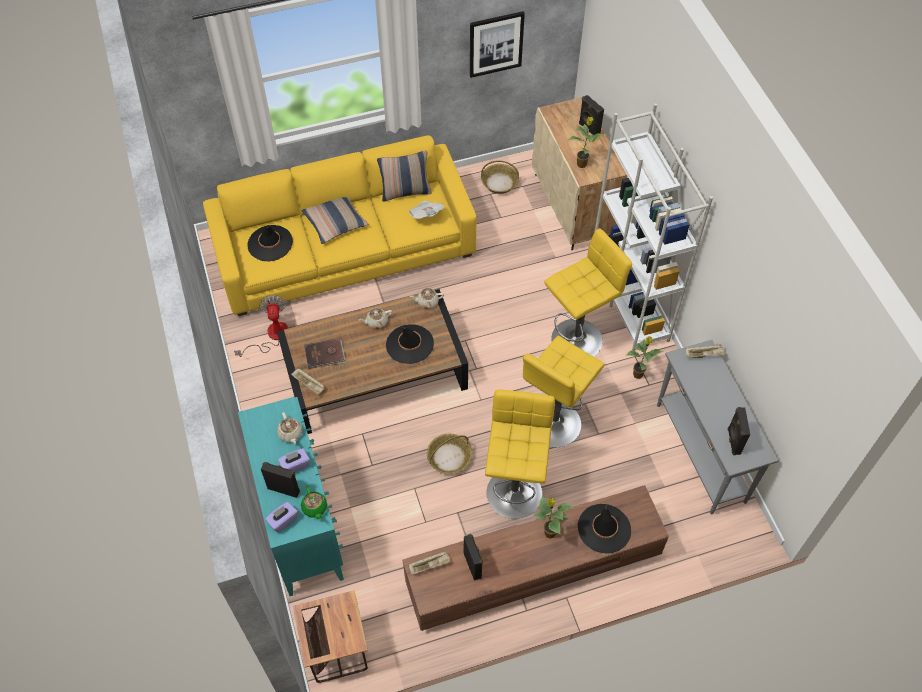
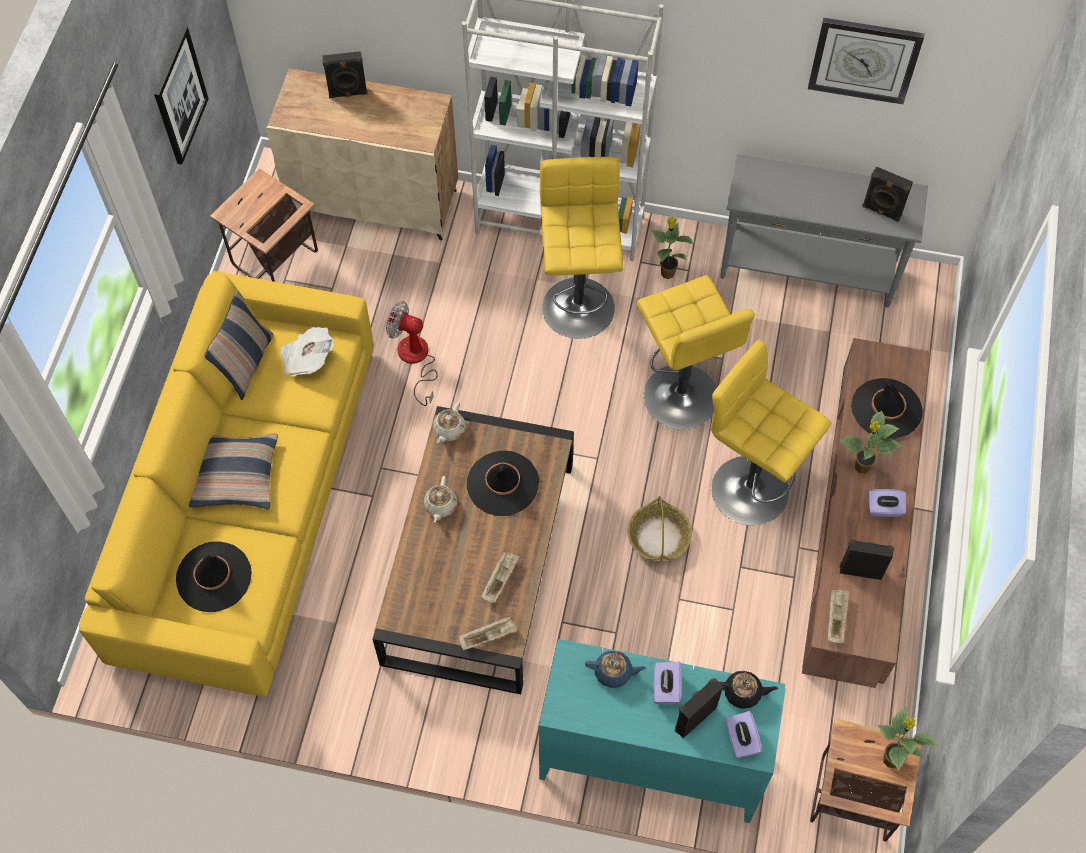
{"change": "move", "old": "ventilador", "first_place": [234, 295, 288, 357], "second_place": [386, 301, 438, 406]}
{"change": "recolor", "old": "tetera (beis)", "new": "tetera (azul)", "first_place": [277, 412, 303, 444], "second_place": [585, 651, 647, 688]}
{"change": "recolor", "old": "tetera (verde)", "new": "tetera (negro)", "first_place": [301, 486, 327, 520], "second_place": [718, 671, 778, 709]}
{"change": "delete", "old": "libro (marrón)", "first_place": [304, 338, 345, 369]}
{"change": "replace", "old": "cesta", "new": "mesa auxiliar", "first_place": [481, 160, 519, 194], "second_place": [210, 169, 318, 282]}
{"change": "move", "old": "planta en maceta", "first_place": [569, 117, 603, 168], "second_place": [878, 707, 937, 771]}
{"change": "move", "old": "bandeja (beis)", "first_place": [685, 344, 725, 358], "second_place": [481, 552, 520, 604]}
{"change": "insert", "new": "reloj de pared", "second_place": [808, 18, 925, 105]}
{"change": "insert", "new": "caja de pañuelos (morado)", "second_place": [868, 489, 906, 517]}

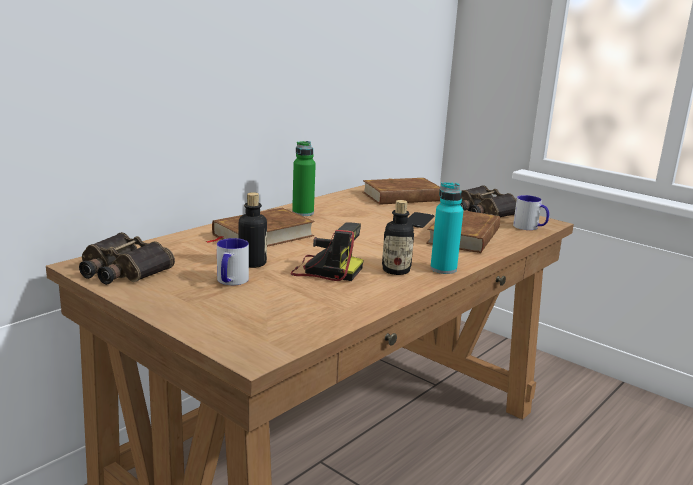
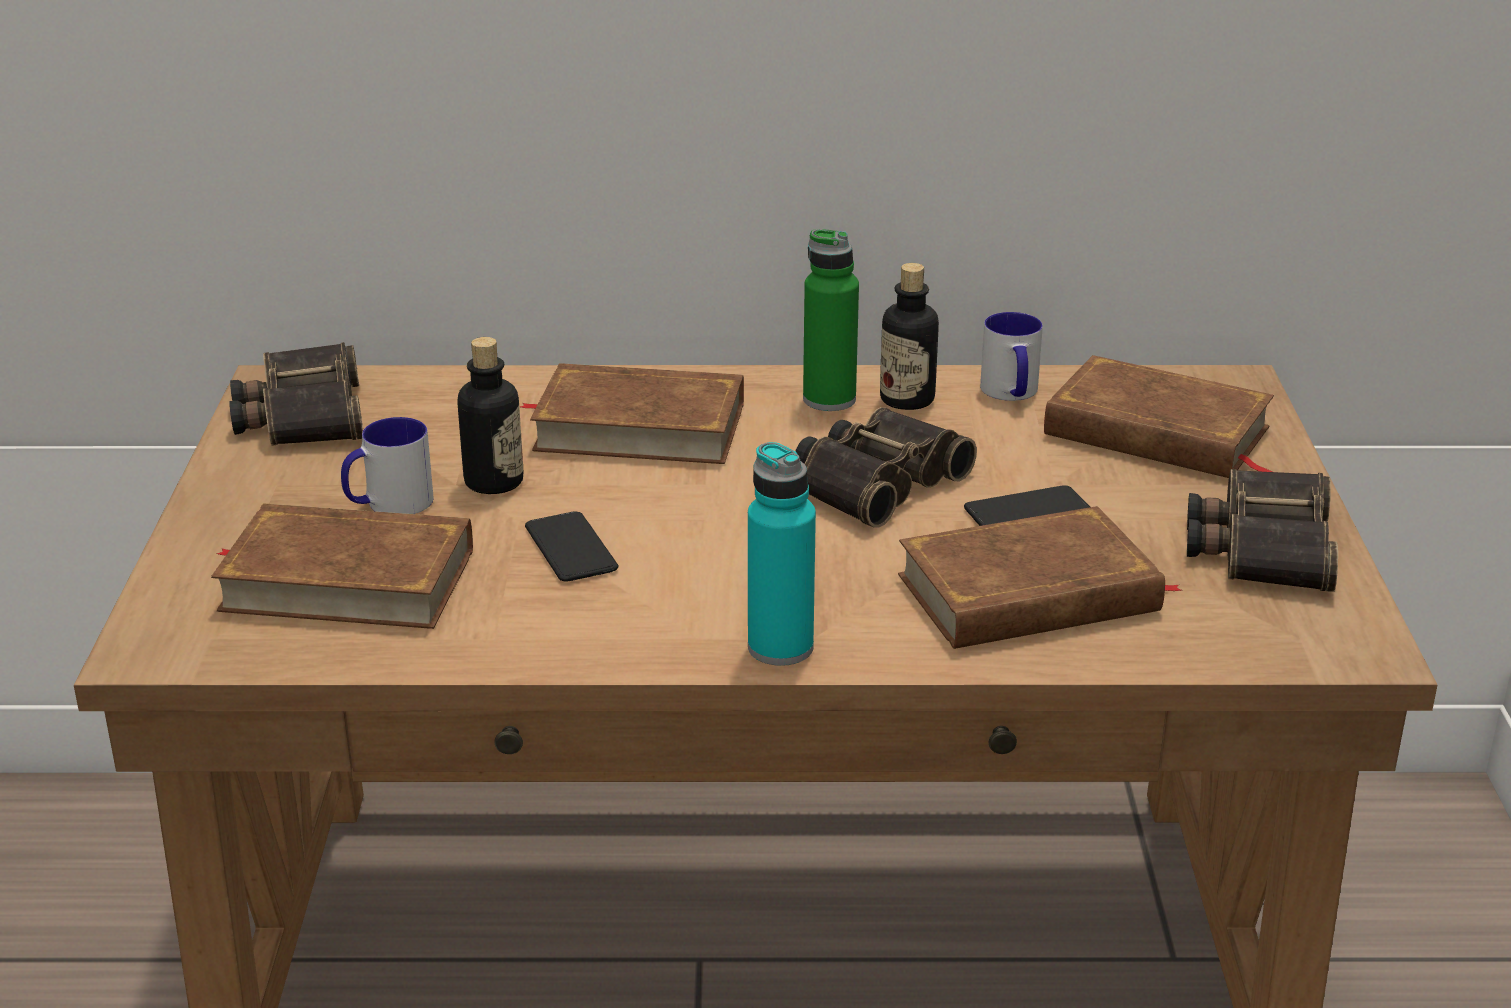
{"change": "replace", "old": "cámara", "new": "móvil", "first_place": [291, 222, 364, 281], "second_place": [525, 512, 618, 581]}
{"change": "move", "old": "botella", "first_place": [382, 200, 414, 275], "second_place": [880, 263, 939, 410]}
{"change": "move", "old": "taza grande", "first_place": [513, 195, 549, 230], "second_place": [980, 312, 1043, 401]}
{"change": "insert", "new": "libro (marrón)", "second_place": [211, 504, 473, 629]}
{"change": "insert", "new": "prismáticos", "second_place": [795, 407, 977, 528]}

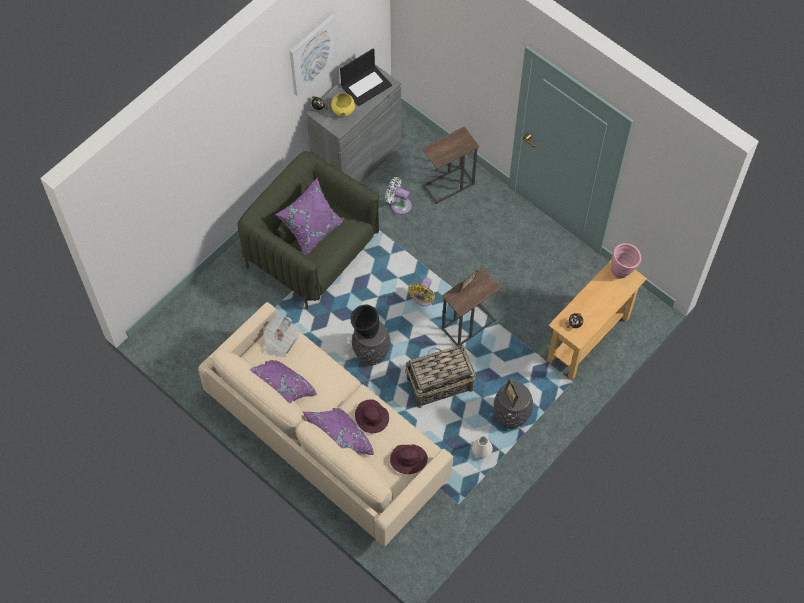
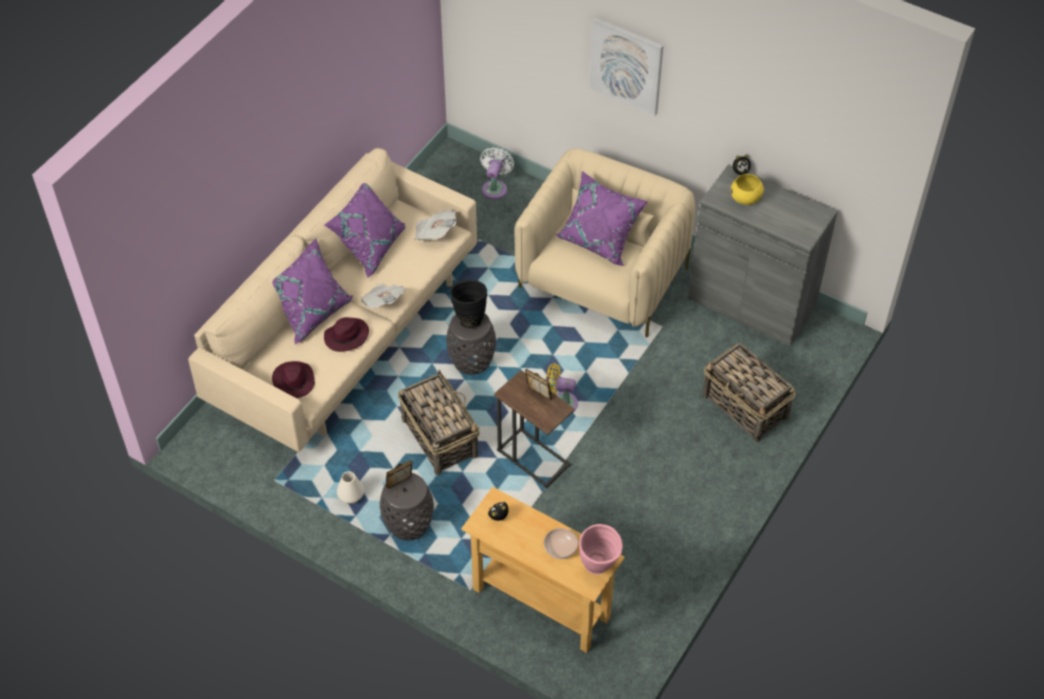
{"change": "recolor", "old": "sillón (verde)", "new": "sillón (beis)", "first_place": [238, 151, 379, 309], "second_place": [515, 148, 695, 337]}
{"change": "move", "old": "cuadro", "first_place": [290, 14, 338, 96], "second_place": [590, 17, 664, 116]}
{"change": "delete", "old": "portátil", "first_place": [340, 48, 392, 106]}
{"change": "move", "old": "ventilador (blanco)", "first_place": [385, 177, 412, 215], "second_place": [480, 147, 514, 199]}
{"change": "replace", "old": "mesa auxiliar (marrón)", "new": "cesta", "first_place": [422, 127, 479, 204], "second_place": [703, 343, 796, 442]}
{"change": "insert", "new": "periódico", "second_place": [359, 283, 405, 308]}
{"change": "insert", "new": "cuenco", "second_place": [544, 528, 578, 559]}

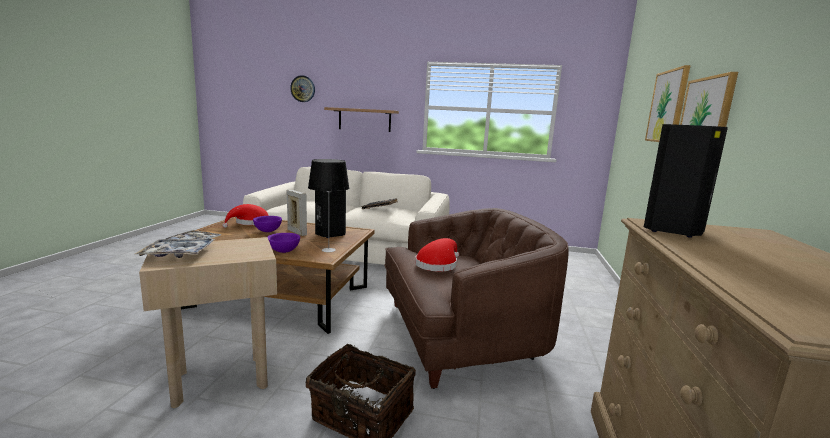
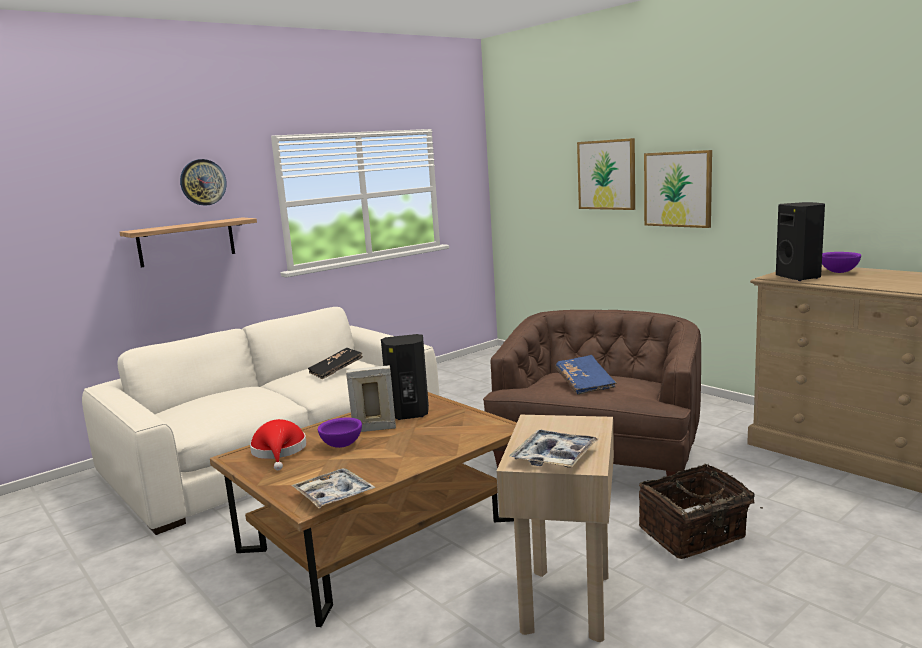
{"change": "move", "old": "cuenco (morado)", "first_place": [268, 233, 300, 253], "second_place": [822, 252, 861, 273]}
{"change": "move", "old": "reloj de pared", "first_place": [290, 75, 315, 102], "second_place": [180, 159, 227, 206]}
{"change": "delete", "old": "lámpara de mesa", "first_place": [308, 159, 349, 252]}
{"change": "replace", "old": "sombrero (rojo)", "new": "libro (azul)", "first_place": [415, 238, 459, 272], "second_place": [555, 355, 616, 395]}

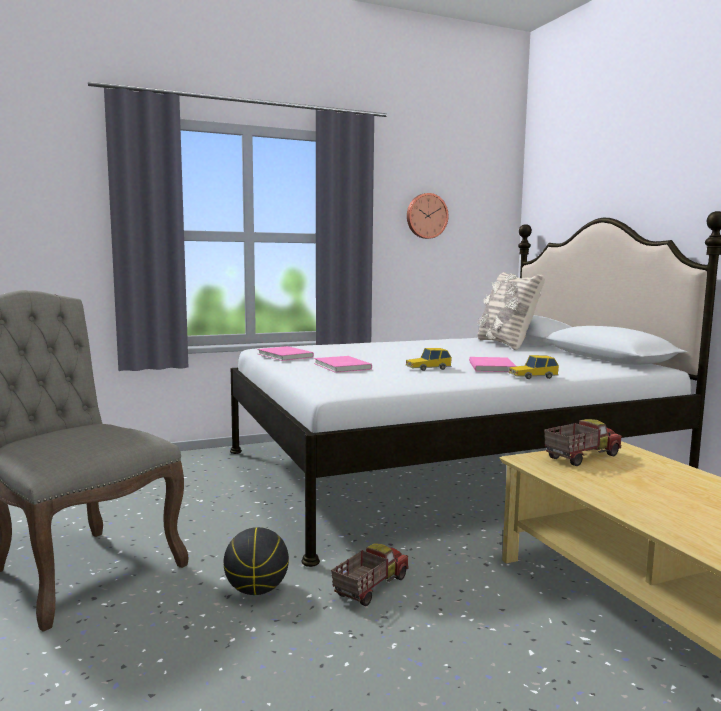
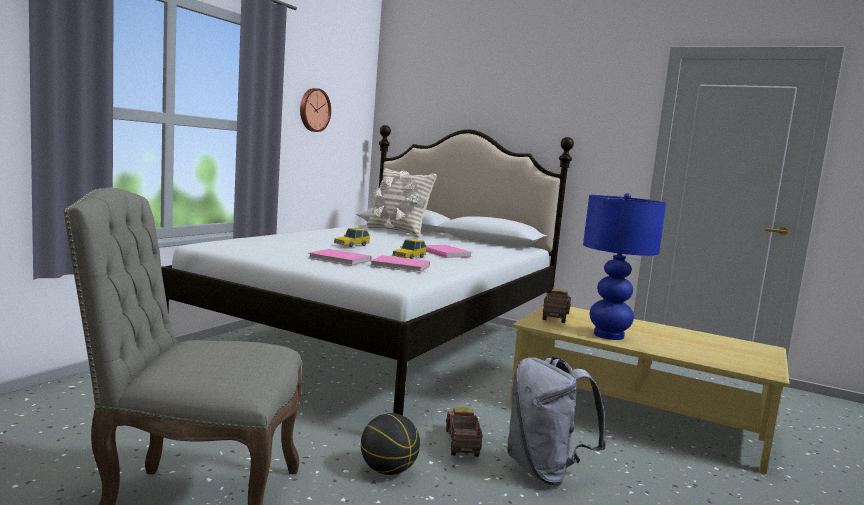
{"change": "move", "old": "libro (rosa)", "first_place": [257, 346, 314, 361], "second_place": [370, 255, 430, 273]}
{"change": "move", "old": "coche de juguete", "first_place": [509, 355, 559, 379], "second_place": [334, 228, 370, 247]}
{"change": "insert", "new": "mochila (gris)", "second_place": [507, 356, 606, 486]}
{"change": "insert", "new": "lámpara de mesa (azul)", "second_place": [583, 193, 666, 340]}

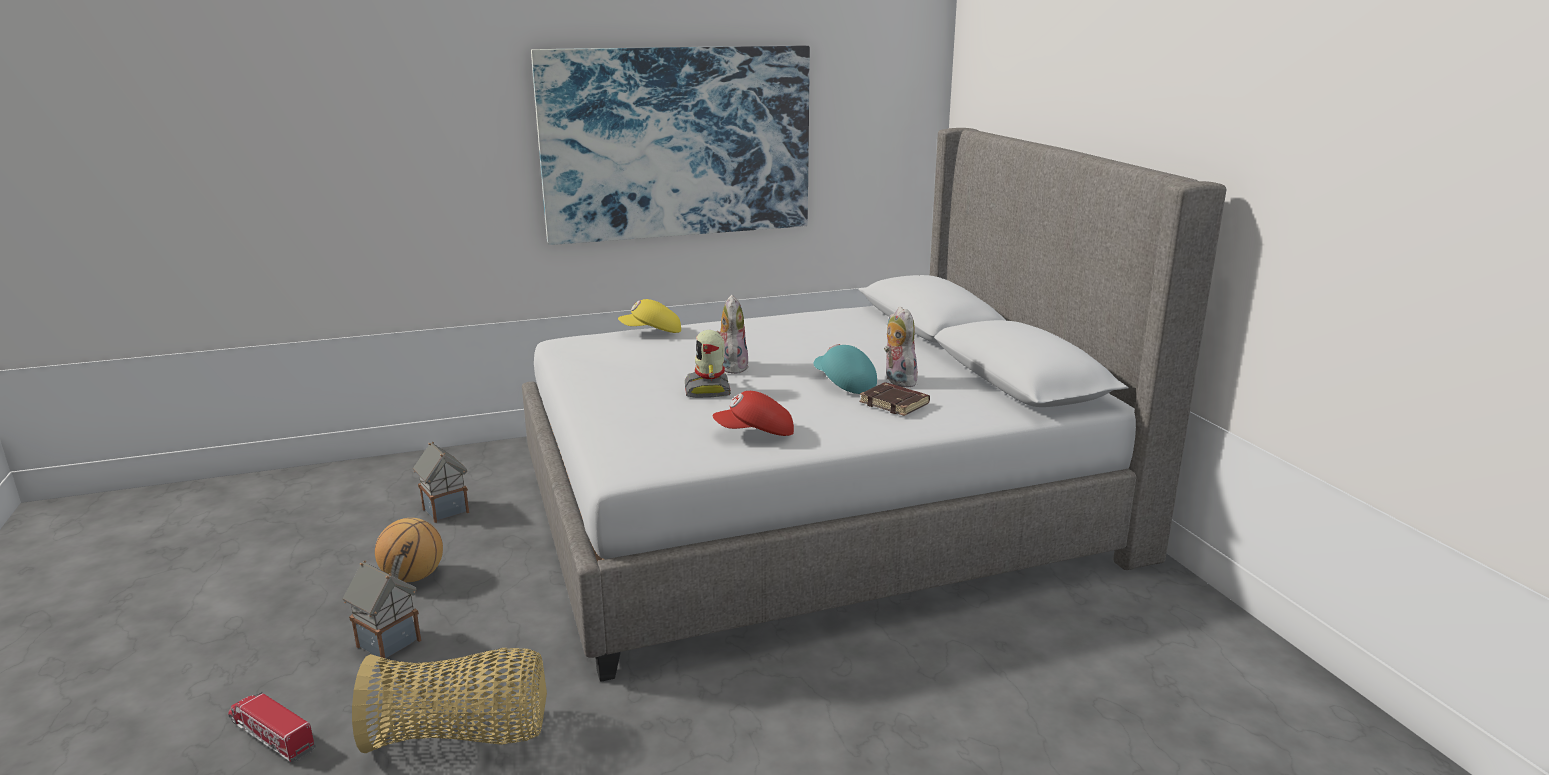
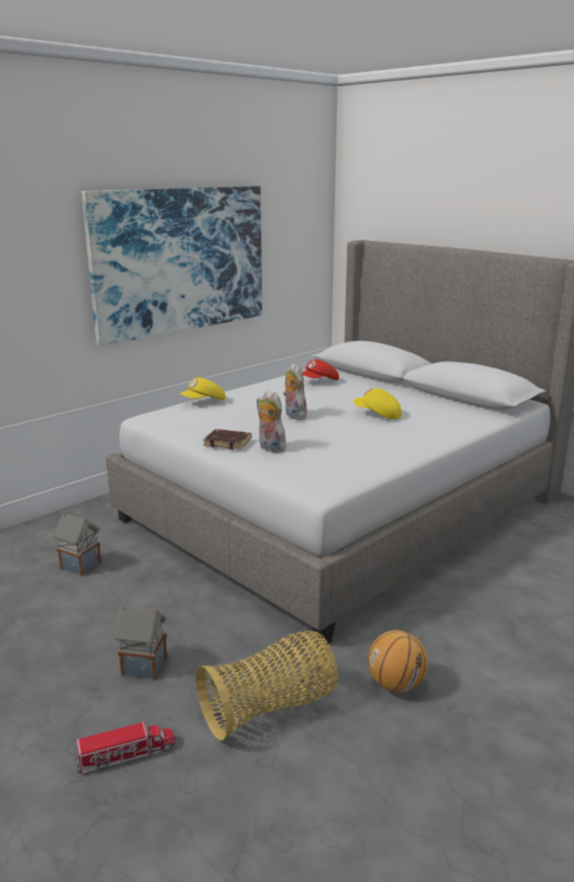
{"change": "rotate", "old": "camión de juguete", "first_place": [228, 691, 316, 762], "second_place": [75, 722, 175, 773], "degrees": 150}
{"change": "move", "old": "balón de baloncesto", "first_place": [375, 518, 443, 582], "second_place": [368, 630, 428, 692]}
{"change": "delete", "old": "robot de juguete", "first_place": [685, 330, 731, 398]}
{"change": "move", "old": "gorra (rojo)", "first_place": [713, 391, 794, 436], "second_place": [302, 359, 339, 380]}
{"change": "recolor", "old": "gorra (turquesa)", "new": "gorra (amarillo)", "first_place": [814, 344, 877, 394], "second_place": [353, 388, 401, 419]}
{"change": "move", "old": "libro (marrón)", "first_place": [859, 382, 930, 416], "second_place": [203, 429, 252, 450]}
{"change": "move", "old": "peluche", "first_place": [884, 307, 918, 387], "second_place": [256, 390, 286, 453]}

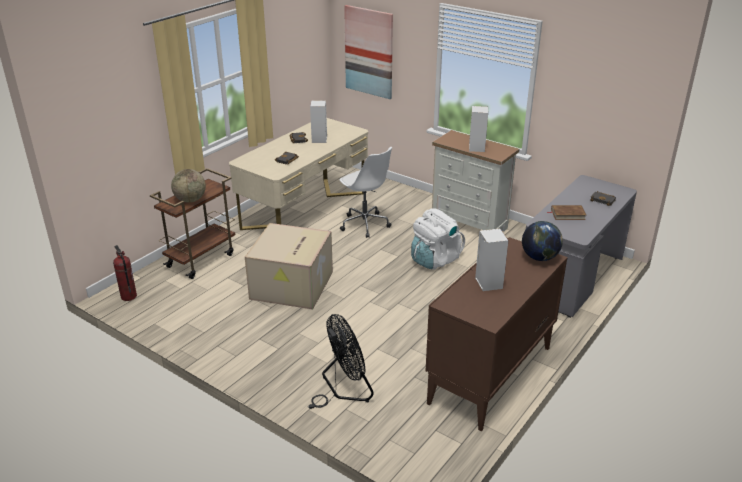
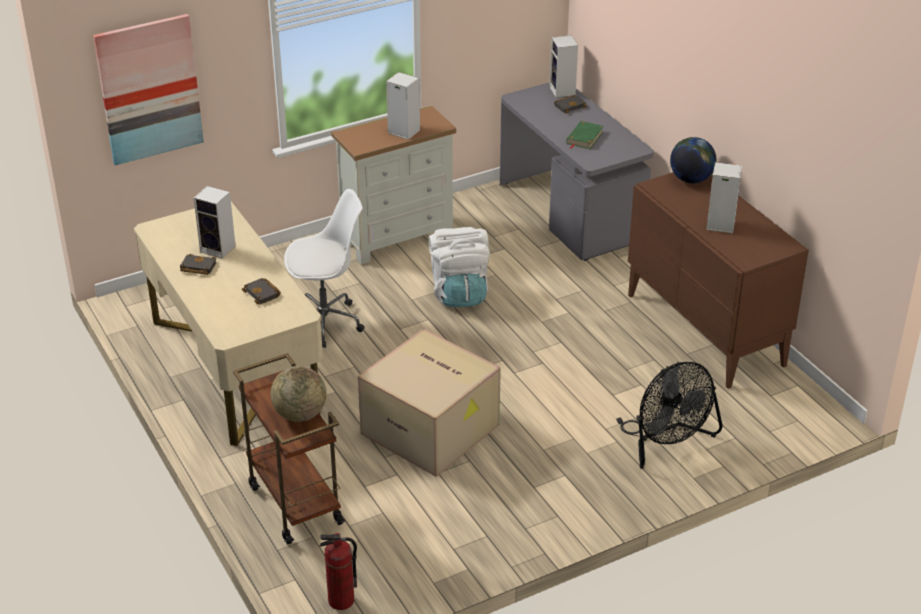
{"change": "rotate", "old": "ventilador (negro)", "first_place": [307, 314, 374, 409], "second_place": [616, 362, 723, 468], "degrees": 150}
{"change": "recolor", "old": "libro (marrón)", "new": "libro (verde)", "first_place": [547, 205, 586, 220], "second_place": [567, 121, 604, 149]}
{"change": "insert", "new": "altavoz", "second_place": [549, 35, 578, 97]}

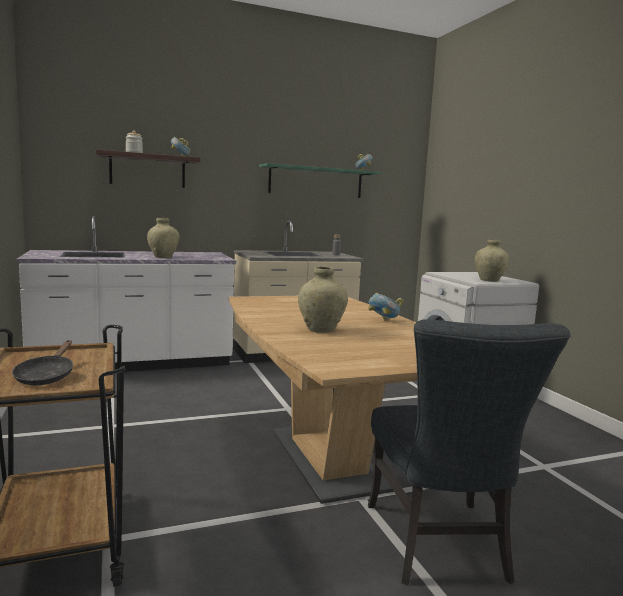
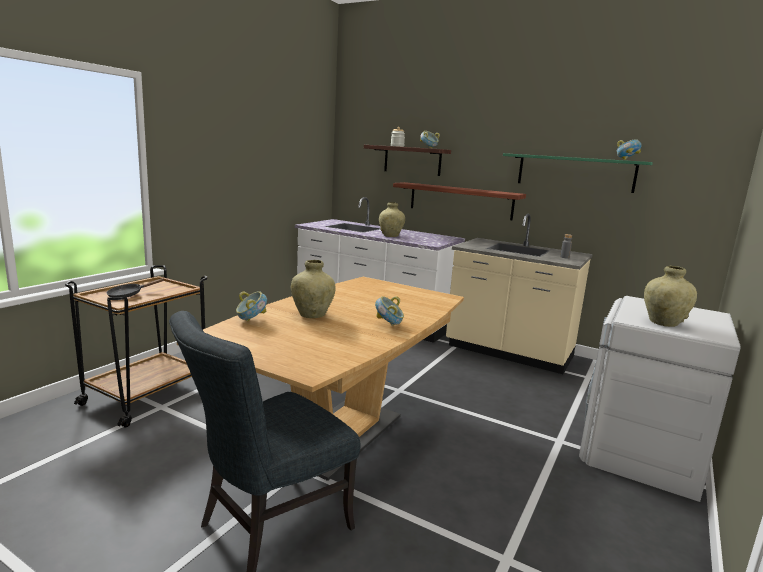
{"change": "insert", "new": "cuenco", "second_place": [236, 291, 267, 322]}
{"change": "insert", "new": "estante", "second_place": [393, 182, 526, 220]}

